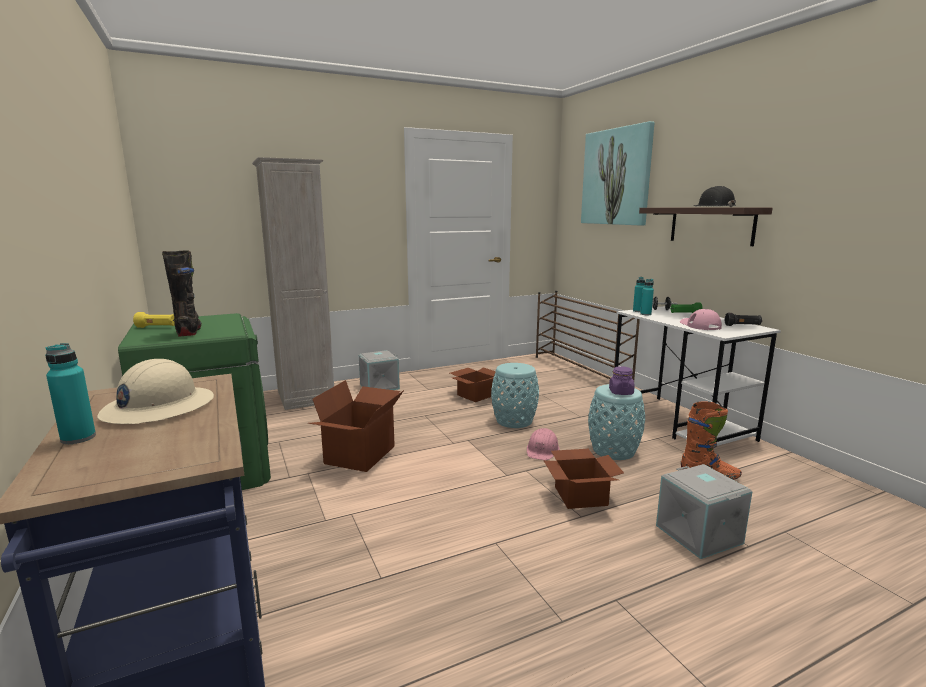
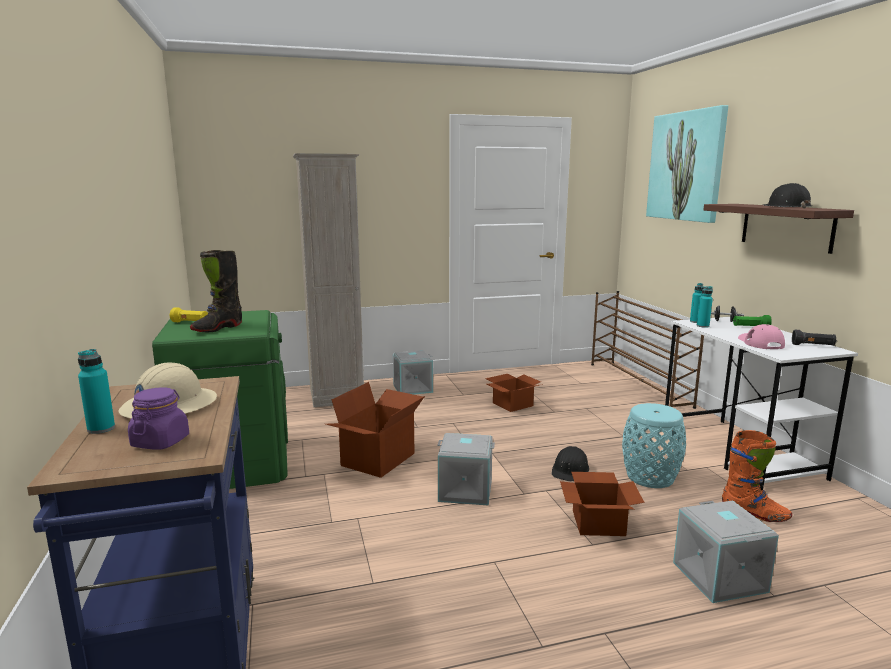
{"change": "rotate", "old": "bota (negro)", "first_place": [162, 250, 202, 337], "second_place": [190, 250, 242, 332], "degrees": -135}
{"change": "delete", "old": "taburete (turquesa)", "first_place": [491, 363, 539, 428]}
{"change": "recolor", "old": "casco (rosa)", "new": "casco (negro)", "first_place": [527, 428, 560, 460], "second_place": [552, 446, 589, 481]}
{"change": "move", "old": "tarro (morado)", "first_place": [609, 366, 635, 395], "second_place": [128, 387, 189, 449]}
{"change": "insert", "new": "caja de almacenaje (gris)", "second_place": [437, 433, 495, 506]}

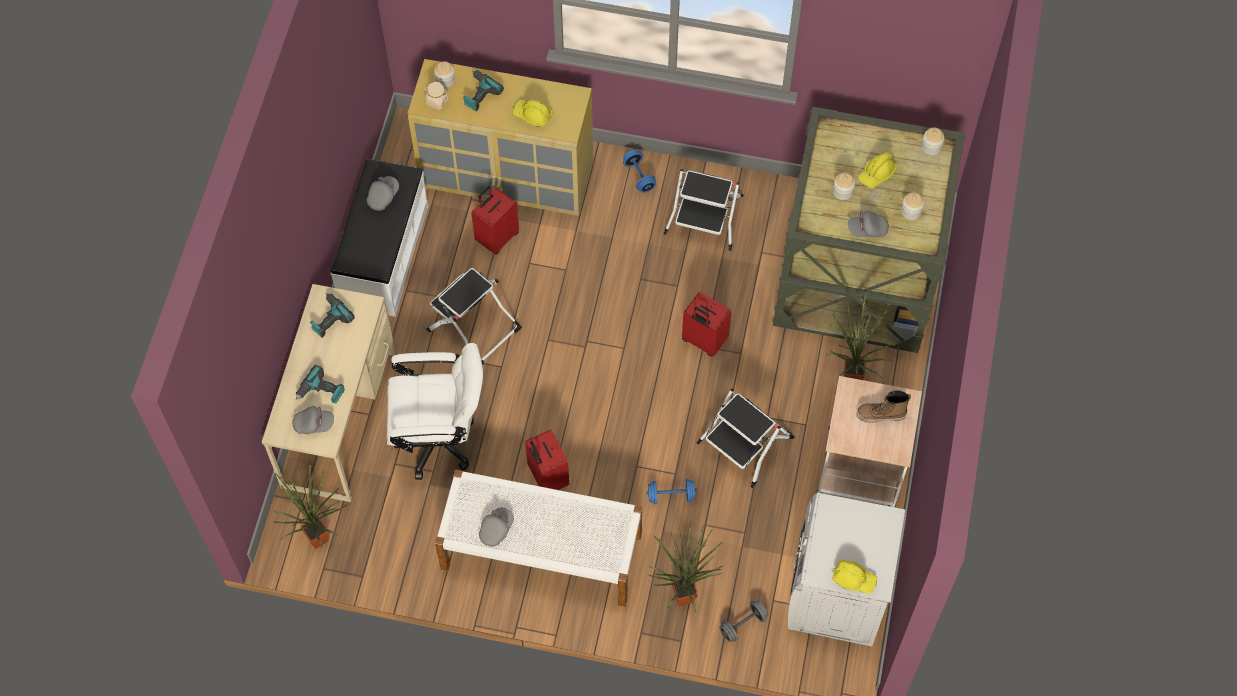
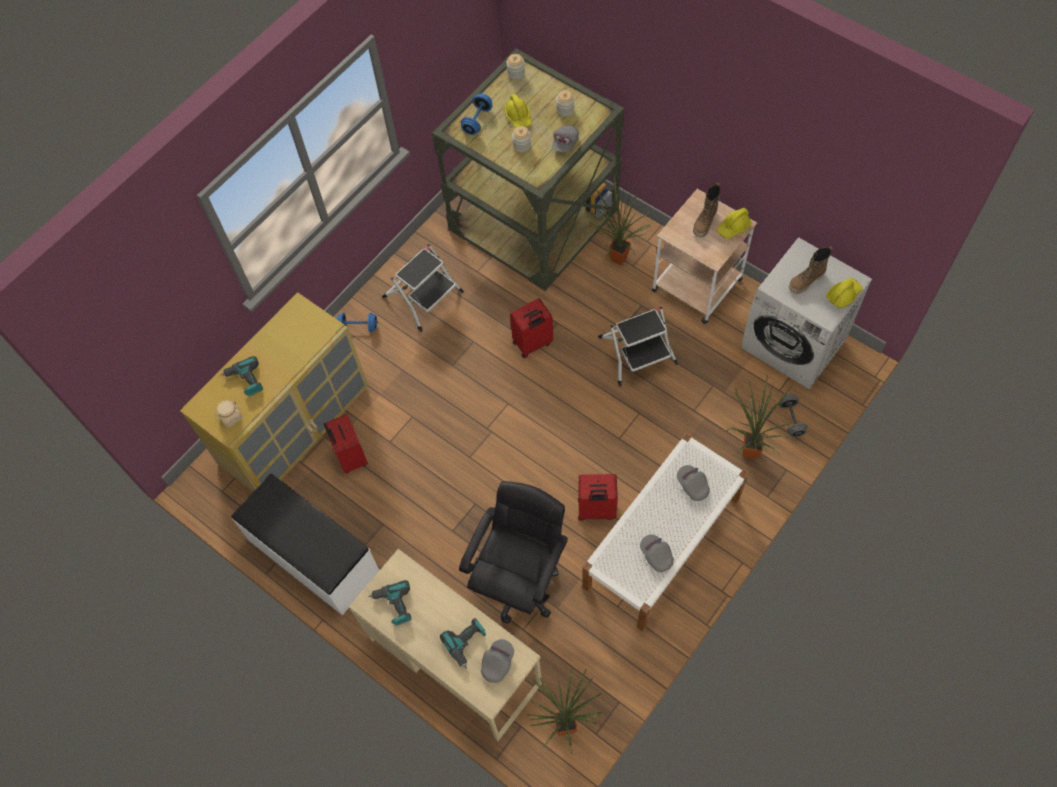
{"change": "move", "old": "gorra (gris)", "first_place": [367, 176, 399, 211], "second_place": [677, 465, 710, 501]}
{"change": "recolor", "old": "silla de oficina (blanco)", "new": "silla de oficina (negro)", "first_place": [387, 343, 483, 480], "second_place": [459, 481, 568, 624]}
{"change": "delete", "old": "escalera de tijera", "first_place": [426, 268, 522, 364]}
{"change": "delete", "old": "tarro", "first_place": [434, 61, 455, 88]}
{"change": "move", "old": "casco (amarillo)", "first_place": [513, 100, 553, 127], "second_place": [716, 208, 752, 239]}
{"change": "move", "old": "mancuerna (azul)", "first_place": [646, 479, 697, 504], "second_place": [461, 93, 492, 135]}
{"change": "insert", "new": "bota", "second_place": [789, 246, 833, 294]}

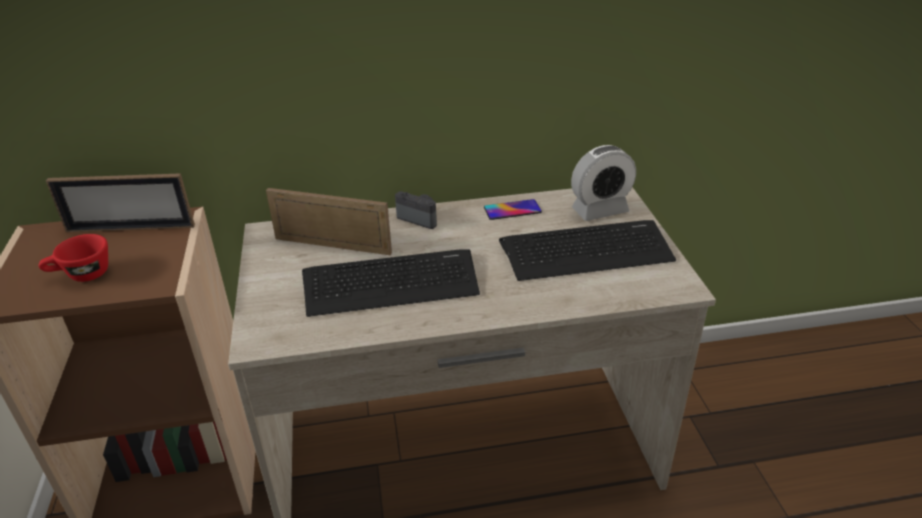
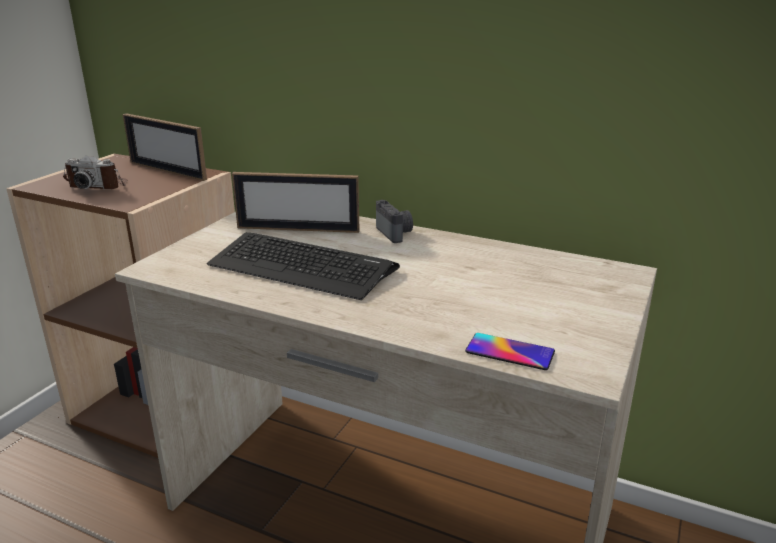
{"change": "replace", "old": "taza (rojo)", "new": "cámara", "first_place": [39, 234, 108, 282], "second_place": [63, 156, 127, 189]}
{"change": "rotate", "old": "portarretratos", "first_place": [266, 188, 392, 255], "second_place": [232, 172, 360, 233], "degrees": 135}
{"change": "move", "old": "móvil", "first_place": [484, 199, 542, 220], "second_place": [465, 333, 555, 370]}
{"change": "delete", "old": "teclado", "first_place": [499, 220, 676, 281]}
{"change": "delete", "old": "despertador", "first_place": [571, 145, 636, 221]}

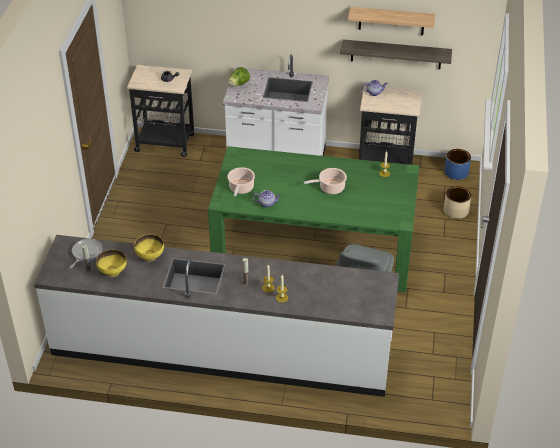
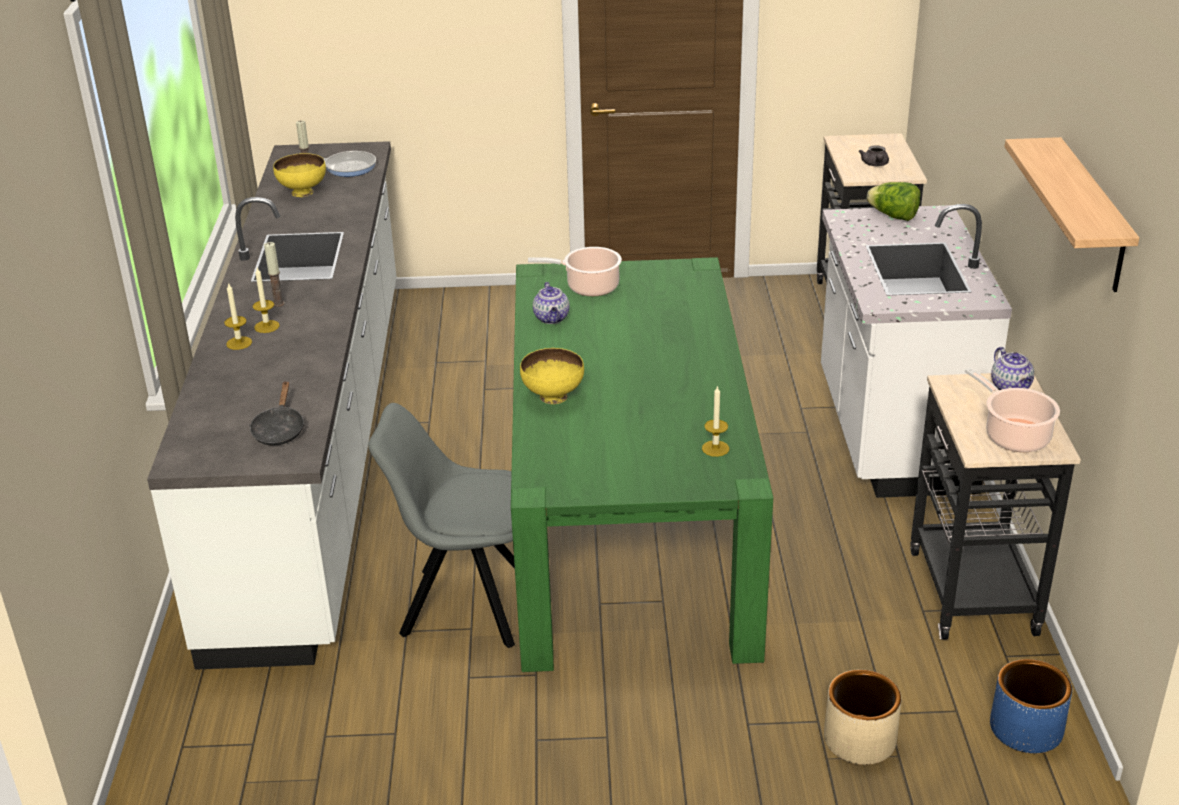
{"change": "move", "old": "cuenco (amarillo)", "first_place": [134, 234, 164, 262], "second_place": [520, 348, 584, 404]}
{"change": "move", "old": "olla", "first_place": [304, 168, 347, 194], "second_place": [965, 368, 1060, 452]}
{"change": "delete", "old": "estante", "first_place": [340, 39, 452, 69]}
{"change": "insert", "new": "sartén (negro)", "second_place": [249, 381, 304, 445]}

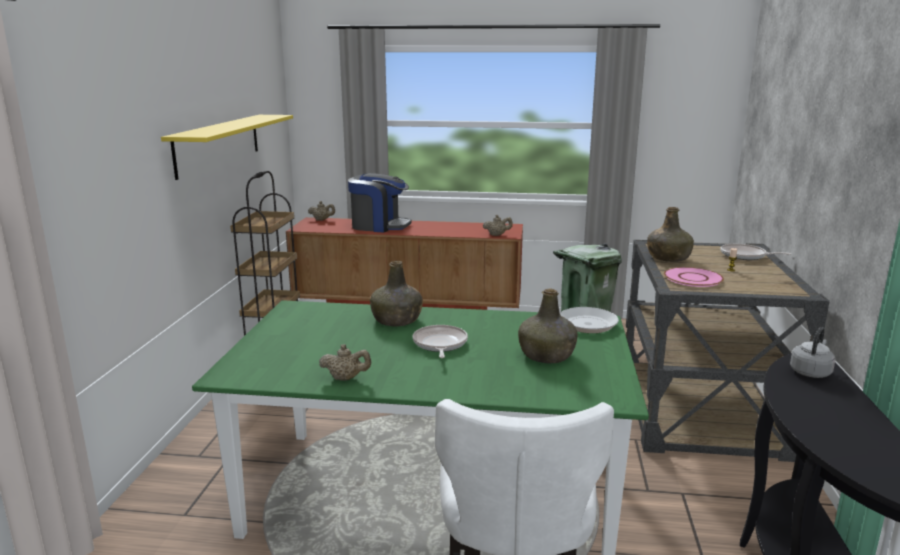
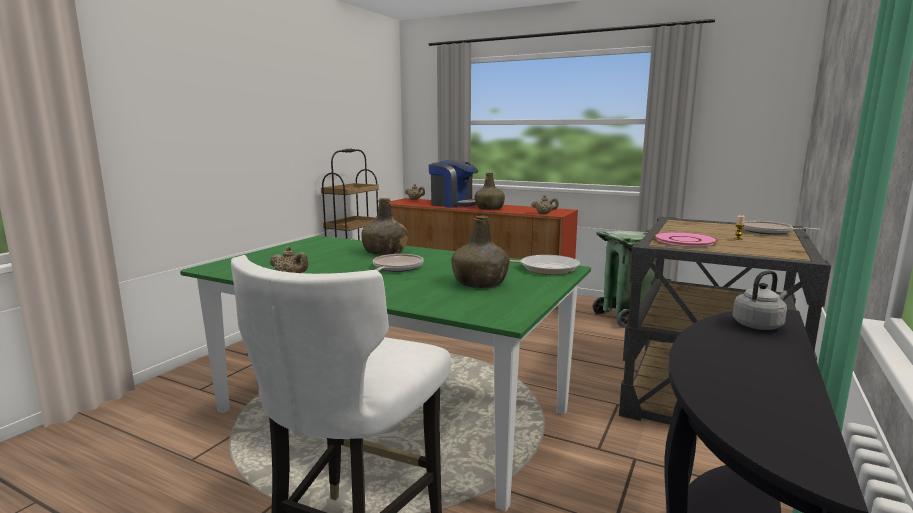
{"change": "delete", "old": "estante (amarillo)", "first_place": [161, 115, 293, 180]}
{"change": "move", "old": "botella (verde)", "first_place": [647, 207, 694, 262], "second_place": [474, 173, 505, 210]}

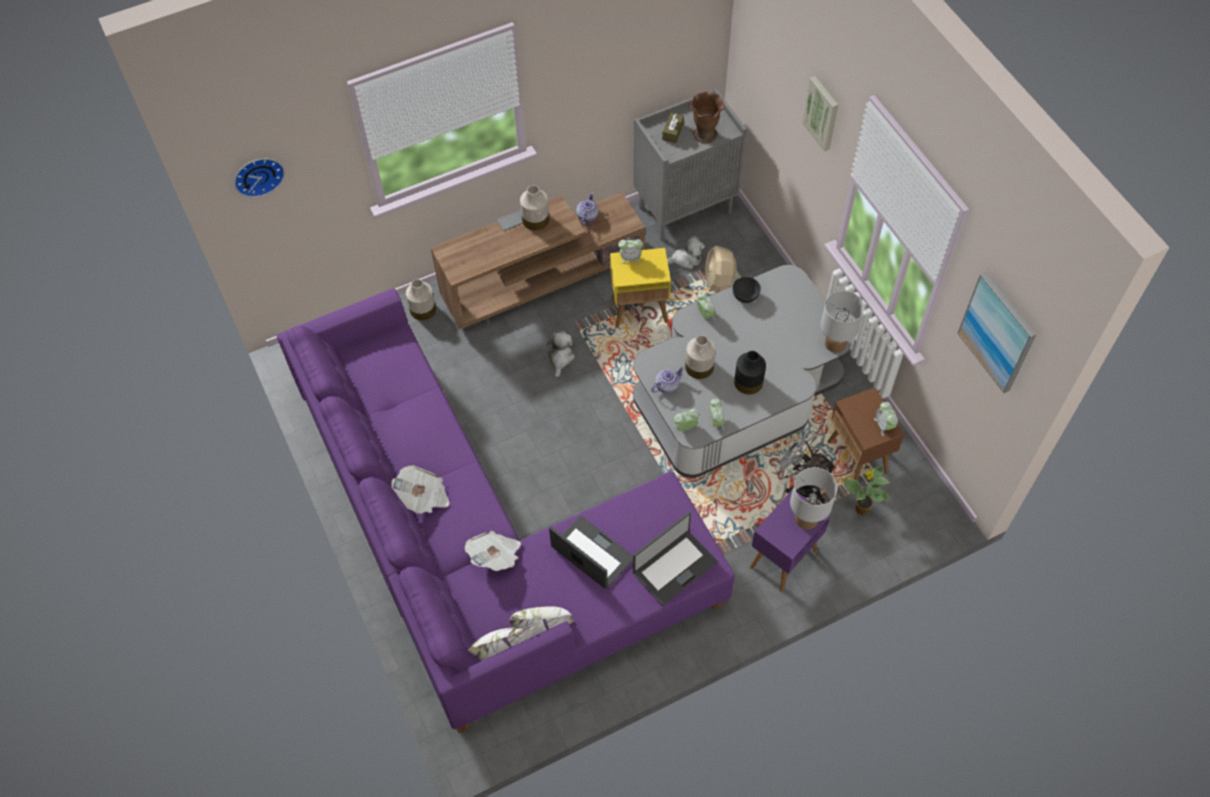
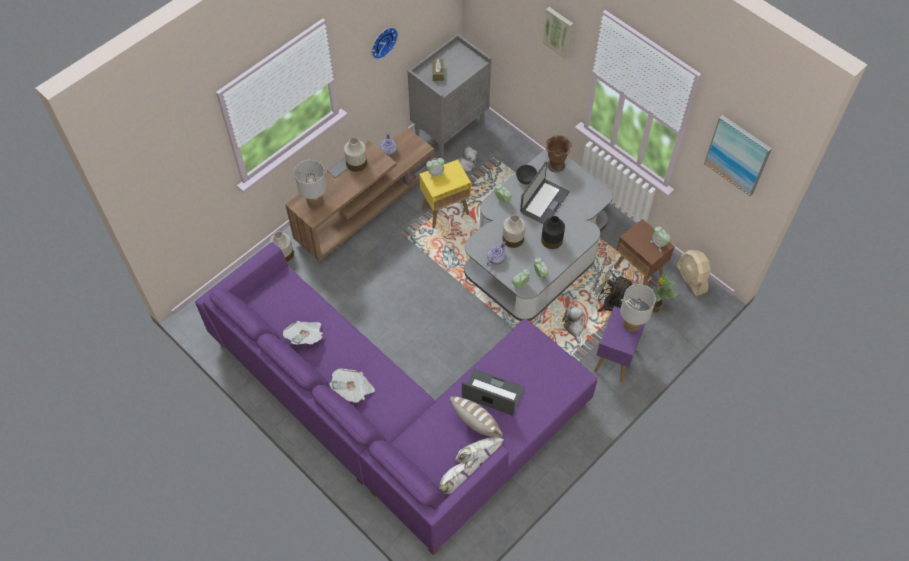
{"change": "move", "old": "reloj de pared", "first_place": [234, 159, 285, 197], "second_place": [371, 27, 398, 59]}
{"change": "move", "old": "periódico", "first_place": [465, 531, 521, 571], "second_place": [283, 321, 323, 344]}
{"change": "move", "old": "peluche", "first_place": [546, 331, 575, 378], "second_place": [562, 306, 585, 344]}
{"change": "move", "old": "portátil", "first_place": [633, 512, 717, 606], "second_place": [520, 162, 570, 224]}
{"change": "move", "old": "florero (marrón)", "first_place": [689, 91, 725, 143], "second_place": [546, 135, 572, 173]}
{"change": "move", "old": "ventilador (beis)", "first_place": [705, 246, 737, 294], "second_place": [676, 250, 711, 296]}
{"change": "move", "old": "lámpara de mesa (gris)", "first_place": [821, 291, 864, 353], "second_place": [294, 160, 327, 208]}
{"change": "insert", "new": "cojín", "second_place": [450, 397, 503, 438]}

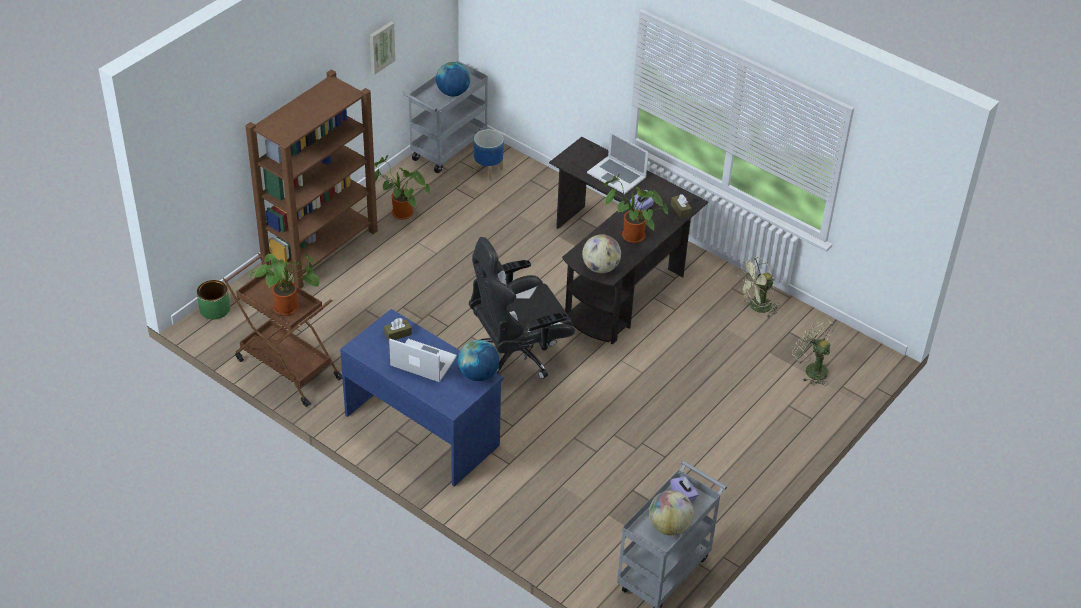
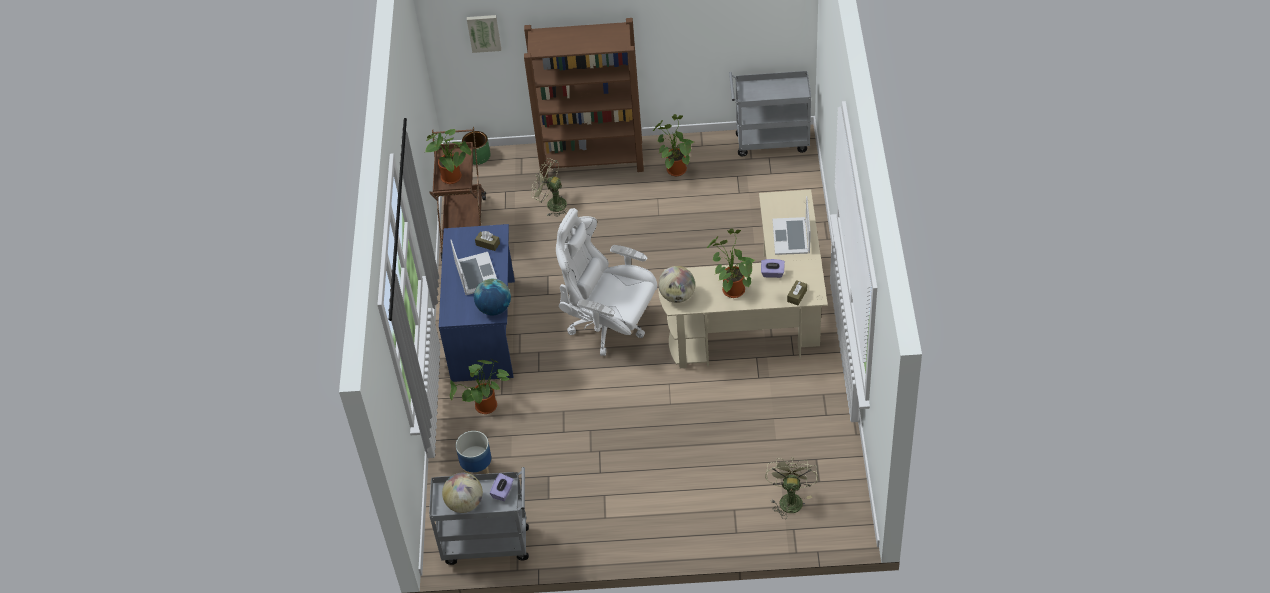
{"change": "move", "old": "cuadro", "first_place": [370, 22, 396, 75], "second_place": [467, 15, 501, 53]}
{"change": "delete", "old": "globo terráqueo", "first_place": [436, 62, 470, 97]}
{"change": "recolor", "old": "silla de oficina (negro)", "new": "silla de oficina (blanco)", "first_place": [469, 237, 575, 379], "second_place": [556, 208, 657, 356]}
{"change": "move", "old": "maceta", "first_place": [474, 129, 504, 180], "second_place": [456, 431, 491, 474]}
{"change": "recolor", "old": "escritorio (negro)", "new": "escritorio (beis)", "first_place": [549, 137, 708, 345], "second_place": [658, 189, 828, 368]}
{"change": "move", "old": "ventilador (verde)", "first_place": [738, 257, 780, 318], "second_place": [531, 158, 569, 217]}
{"change": "insert", "new": "planta en maceta", "second_place": [450, 359, 510, 414]}

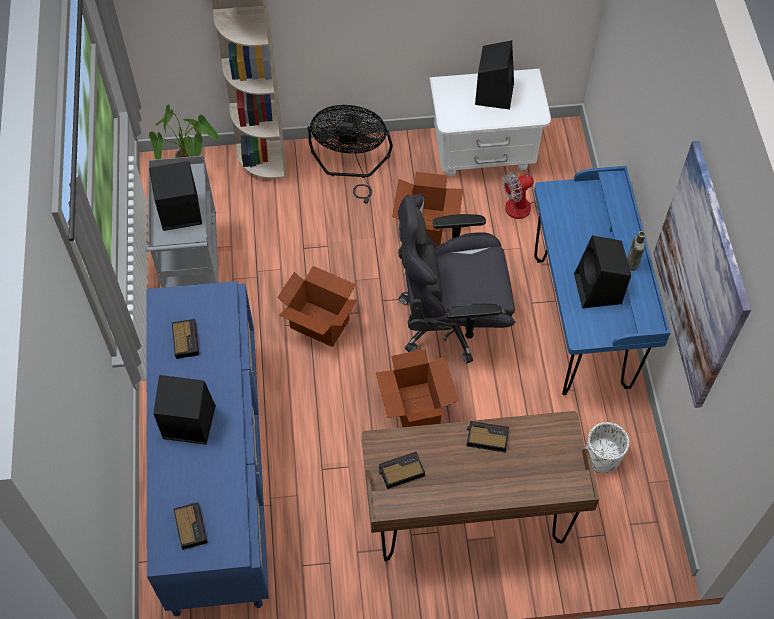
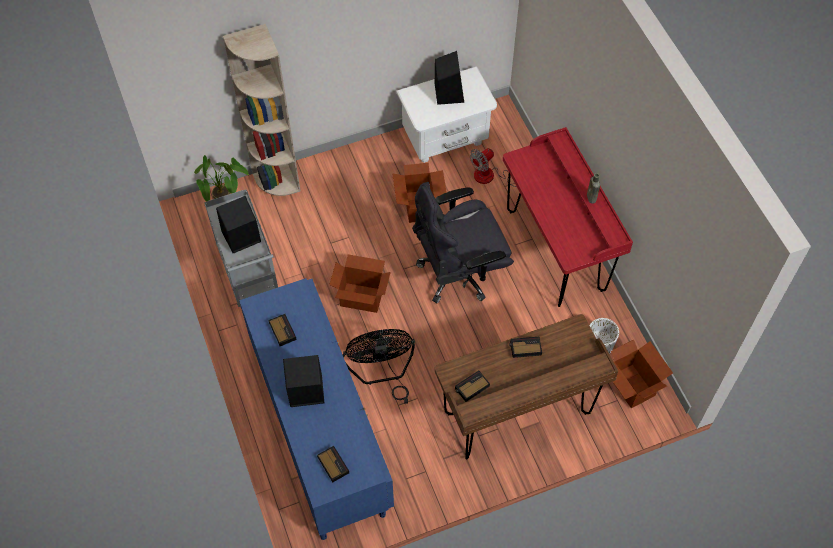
{"change": "move", "old": "ventilador (negro)", "first_place": [307, 105, 393, 204], "second_place": [343, 329, 415, 404]}
{"change": "move", "old": "caja de cartón", "first_place": [376, 349, 458, 427], "second_place": [611, 340, 673, 408]}
{"change": "recolor", "old": "escritorio (azul)", "new": "escritorio (rojo)", "first_place": [534, 166, 670, 395], "second_place": [503, 127, 633, 307]}
{"change": "delete", "old": "altavoz (negro)", "first_place": [574, 235, 631, 308]}
{"change": "delete", "old": "cuadro", "first_place": [654, 141, 751, 408]}

